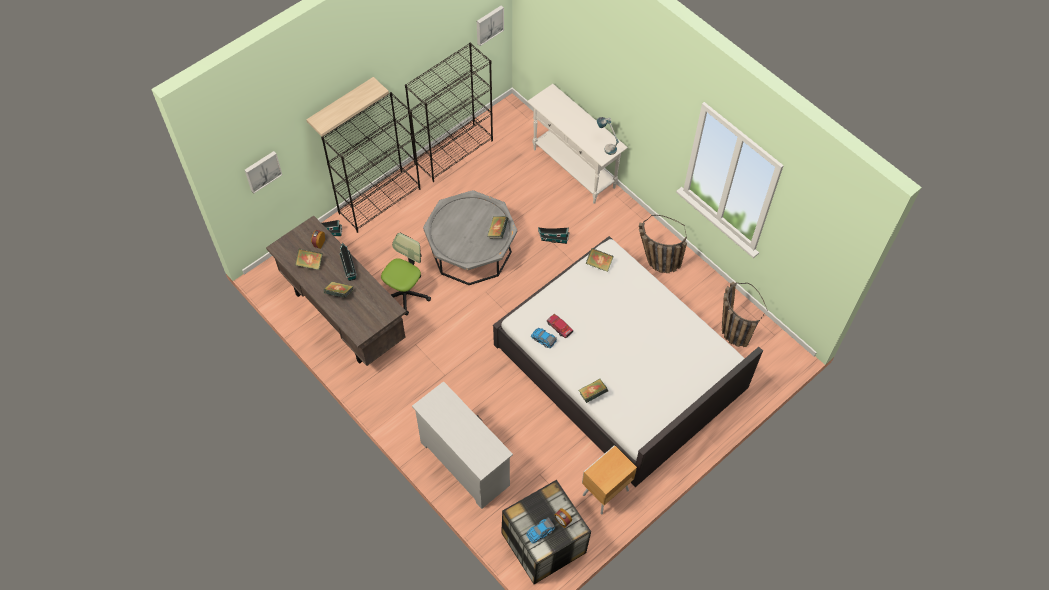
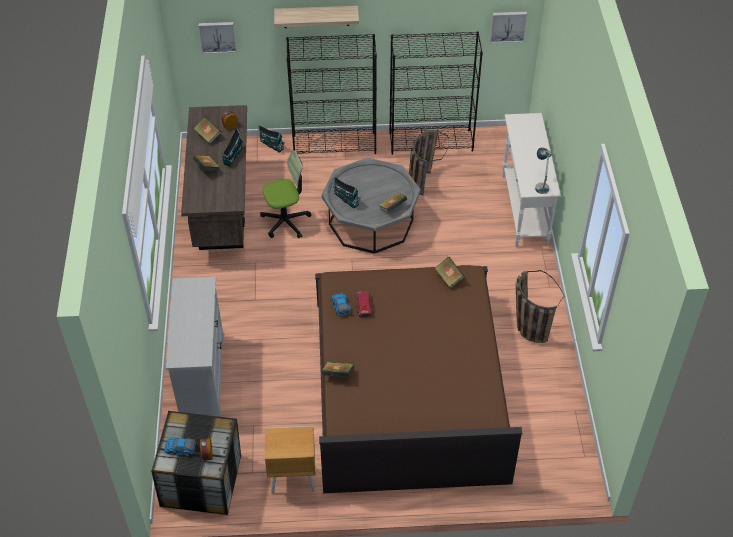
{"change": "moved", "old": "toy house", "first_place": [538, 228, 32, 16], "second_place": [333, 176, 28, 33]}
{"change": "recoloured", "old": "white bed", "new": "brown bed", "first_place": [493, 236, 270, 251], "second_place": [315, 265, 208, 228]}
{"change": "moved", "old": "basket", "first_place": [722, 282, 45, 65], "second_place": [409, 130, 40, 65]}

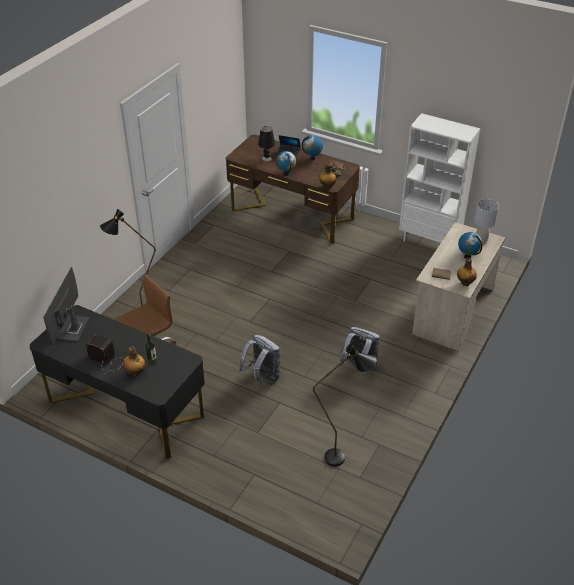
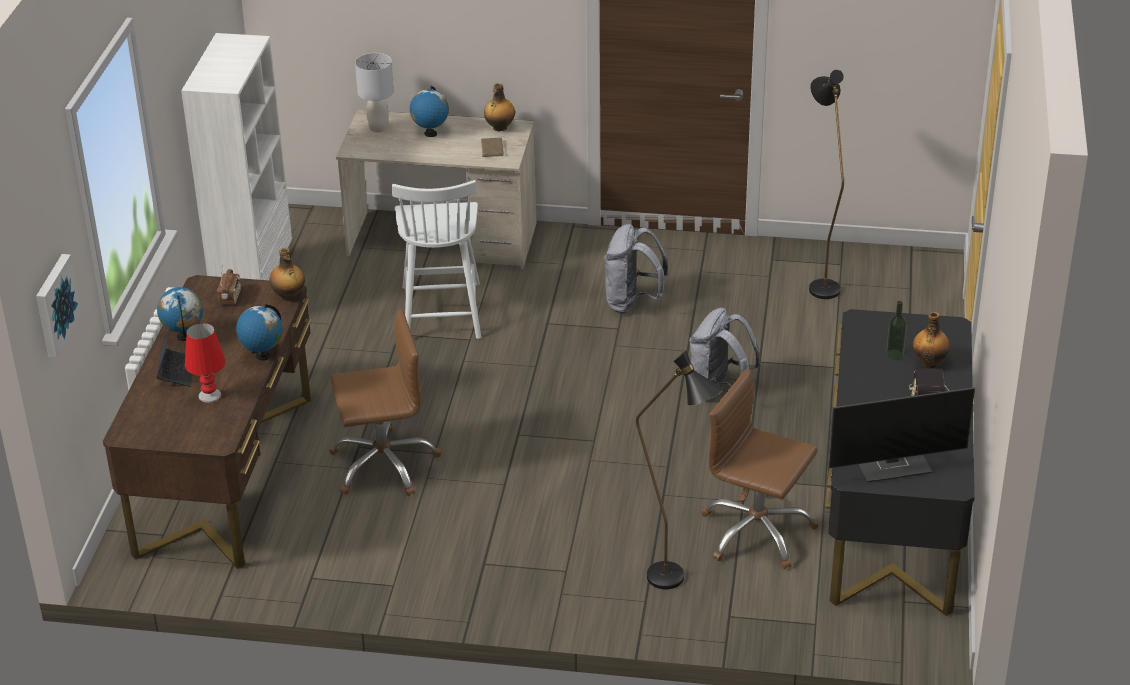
{"change": "recoloured", "old": "black table lamp", "new": "red table lamp", "first_place": [258, 126, 17, 36], "second_place": [185, 323, 41, 80]}
{"change": "added", "new": "white chair", "second_place": [392, 180, 89, 159]}
{"change": "added", "new": "picture", "second_place": [36, 254, 46, 104]}
{"change": "added", "new": "brown office chair", "second_place": [329, 309, 112, 187]}

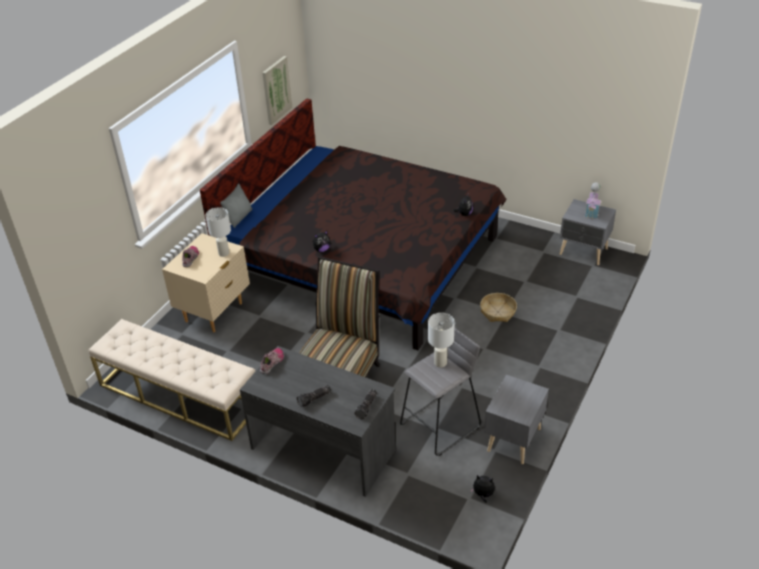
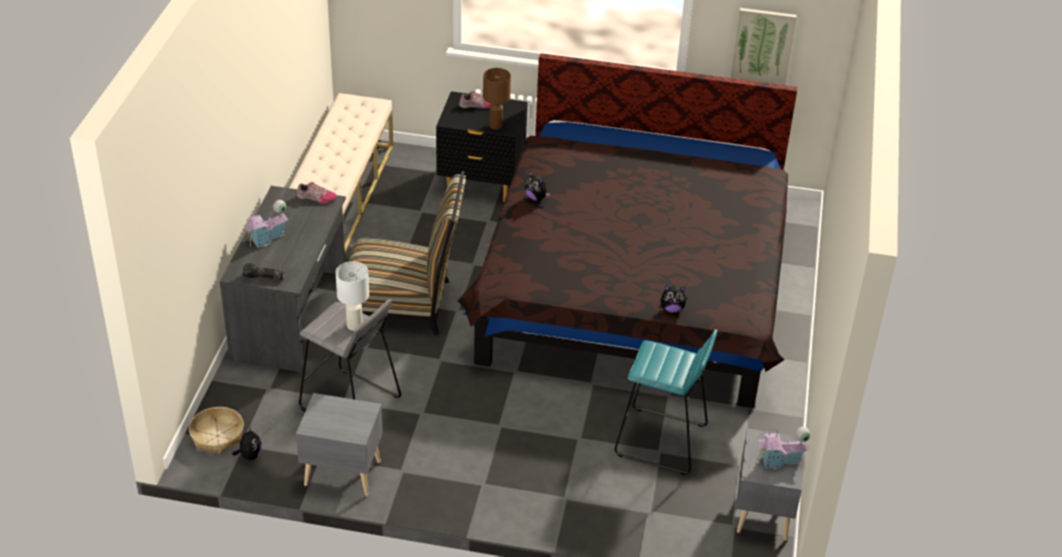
{"change": "removed", "old": "grey pillow", "first_place": [220, 183, 32, 45]}
{"change": "recoloured", "old": "white table lamp", "new": "brown table lamp", "first_place": [205, 207, 26, 50], "second_place": [483, 68, 28, 62]}
{"change": "recoloured", "old": "beige nightstand", "new": "black nightstand", "first_place": [162, 233, 88, 99], "second_place": [436, 91, 92, 111]}
{"change": "moved", "old": "basket", "first_place": [480, 293, 37, 29], "second_place": [189, 407, 55, 47]}
{"change": "replaced", "old": "flashlight", "new": "toy house", "first_place": [296, 385, 35, 22], "second_place": [244, 200, 44, 48]}
{"change": "added", "new": "turquoise stool", "second_place": [615, 329, 103, 146]}

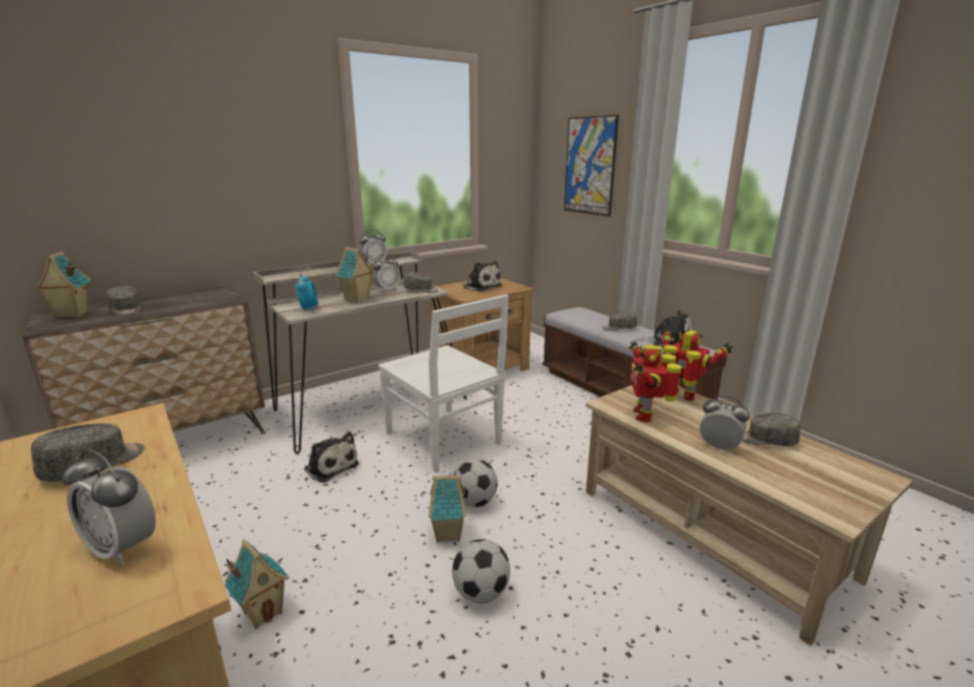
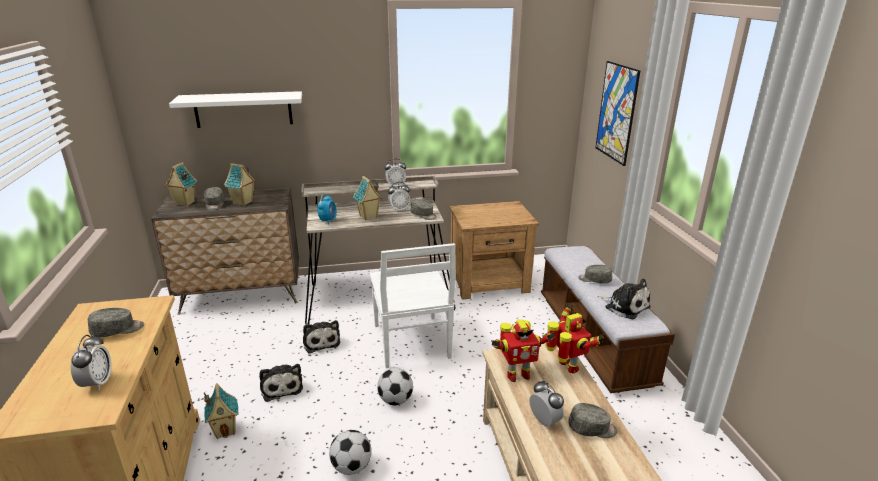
{"change": "moved", "old": "plush toy", "first_place": [461, 261, 41, 31], "second_place": [259, 364, 44, 38]}
{"change": "turned", "old": "toy robot", "first_place": [629, 341, 52, 81], "second_place": [491, 320, 64, 62], "degrees": -135}
{"change": "turned", "old": "grey cap", "first_place": [742, 413, 58, 33], "second_place": [569, 403, 49, 35], "degrees": 150}
{"change": "turned", "old": "alarm clock", "first_place": [62, 449, 94, 117], "second_place": [71, 335, 41, 55], "degrees": -150}
{"change": "moved", "old": "toy house", "first_place": [429, 472, 37, 71], "second_place": [224, 163, 31, 43]}
{"change": "added", "new": "white shelf", "second_place": [169, 91, 133, 37]}

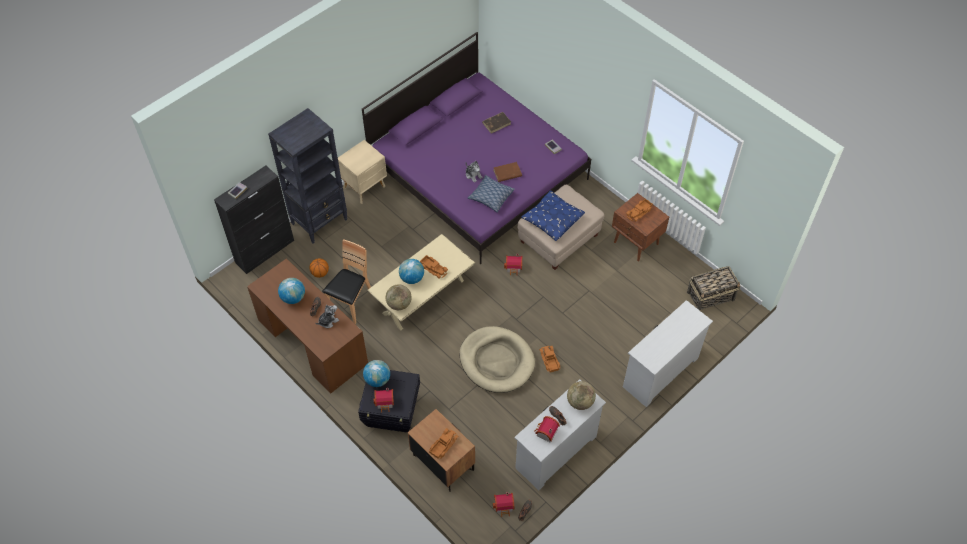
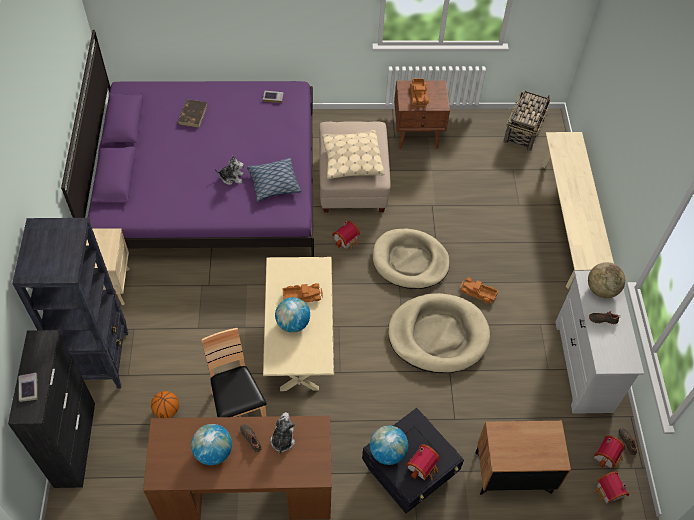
{"change": "removed", "old": "brown book", "first_place": [493, 162, 29, 20]}
{"change": "recoloured", "old": "blue pillow", "new": "beige pillow", "first_place": [521, 190, 64, 51], "second_place": [322, 130, 62, 49]}
{"change": "removed", "old": "globe", "first_place": [386, 284, 26, 26]}
{"change": "replaced", "old": "white dresser", "new": "beige bench", "first_place": [623, 300, 90, 107], "second_place": [541, 132, 73, 157]}
{"change": "moved", "old": "toy house", "first_place": [534, 416, 26, 27], "second_place": [594, 471, 35, 33]}
{"change": "removed", "old": "toy truck", "first_place": [429, 428, 30, 31]}
{"change": "added", "new": "beige dog bed", "second_place": [373, 229, 77, 60]}

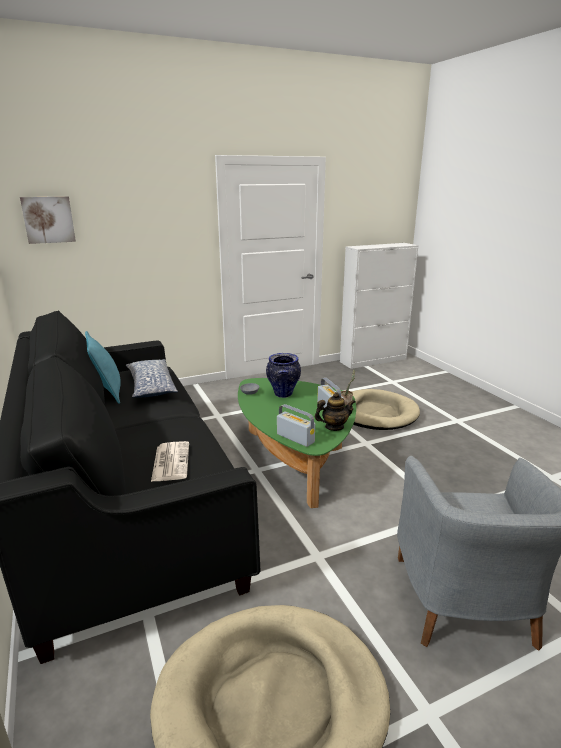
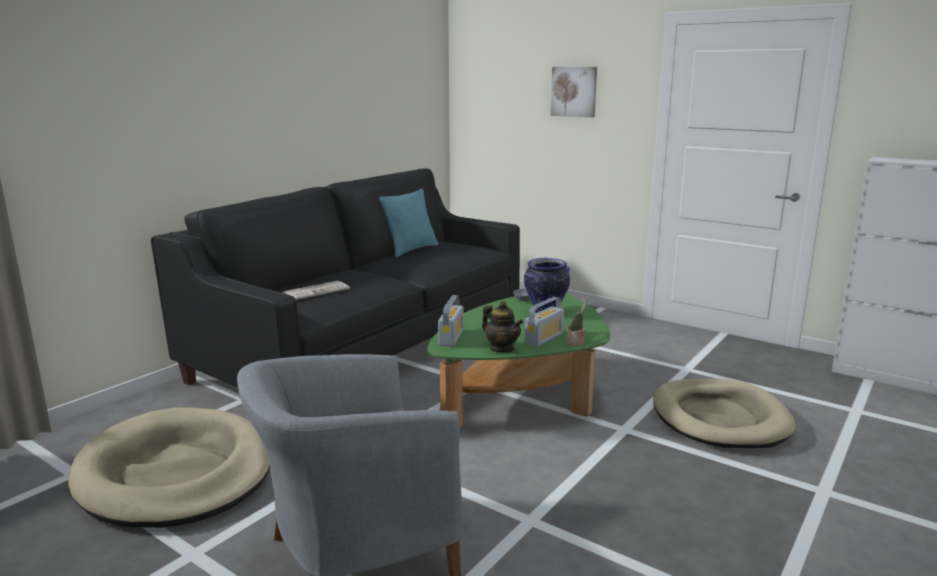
{"change": "moved", "old": "picture", "first_place": [20, 196, 56, 48], "second_place": [550, 67, 47, 50]}
{"change": "removed", "old": "pillow", "first_place": [126, 359, 52, 39]}

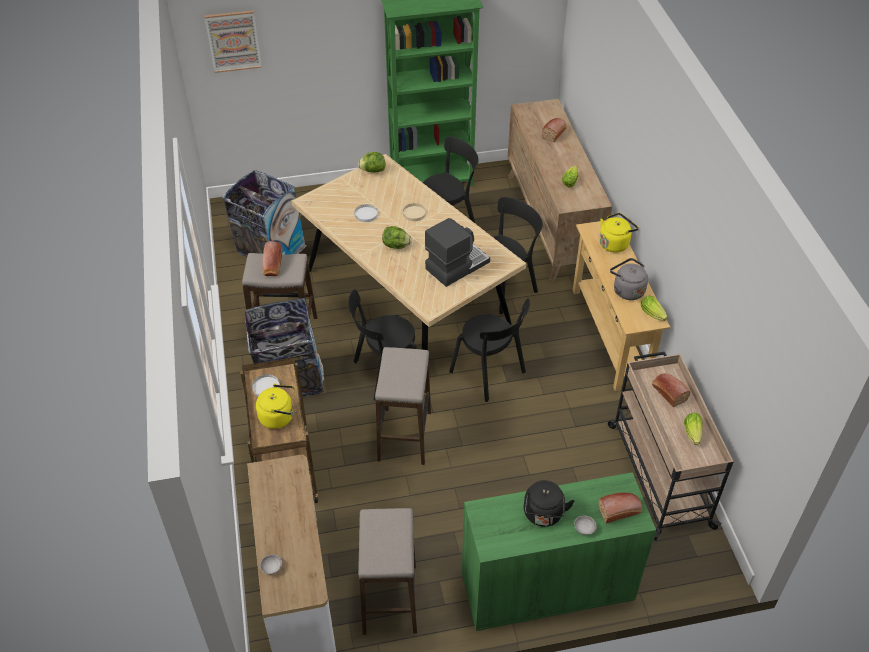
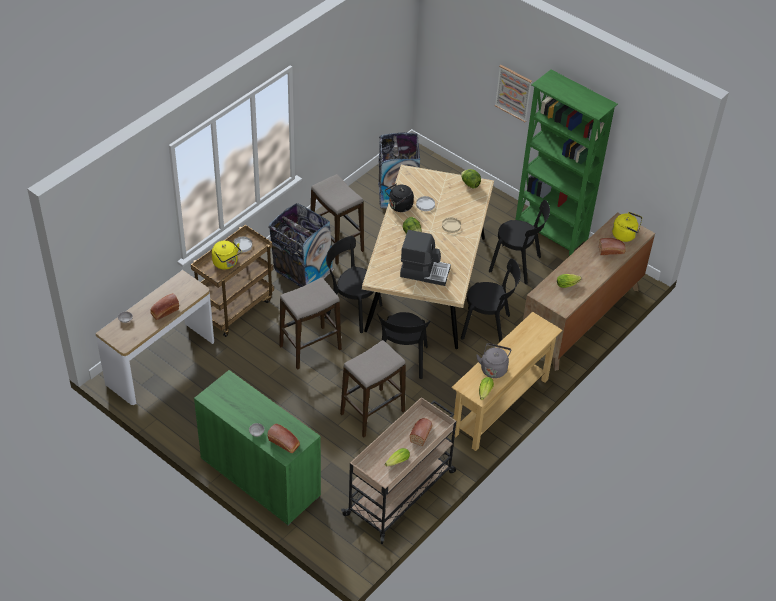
{"change": "moved", "old": "picture", "first_place": [204, 10, 58, 63], "second_place": [495, 65, 37, 57]}
{"change": "moved", "old": "yellow kettle", "first_place": [599, 213, 40, 40], "second_place": [612, 212, 30, 30]}
{"change": "moved", "old": "bread", "first_place": [263, 241, 20, 35], "second_place": [150, 293, 29, 27]}
{"change": "moved", "old": "black kettle", "first_place": [524, 480, 50, 47], "second_place": [385, 184, 29, 28]}
{"change": "moved", "old": "stool", "first_place": [358, 508, 59, 127], "second_place": [340, 340, 66, 97]}

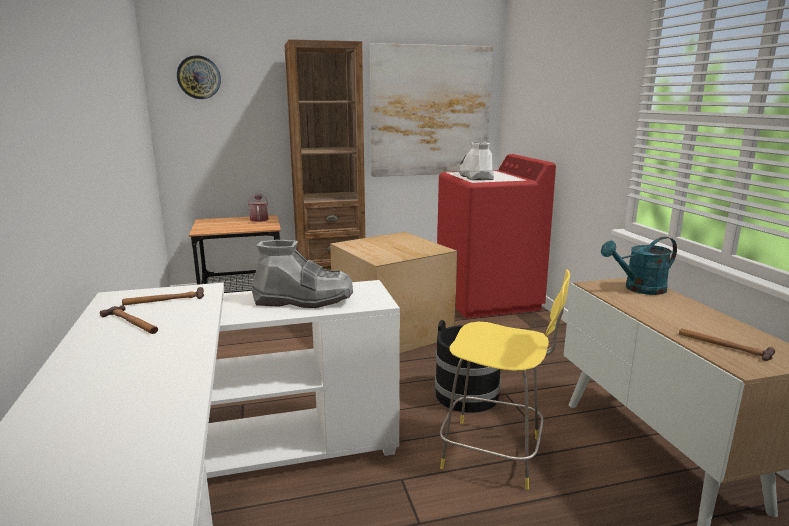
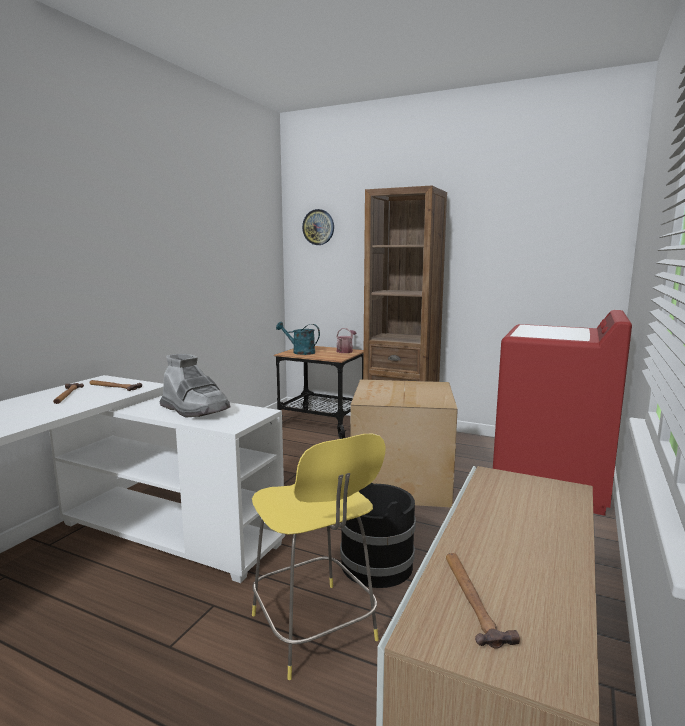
{"change": "removed", "old": "picture", "first_place": [370, 43, 123, 134]}
{"change": "removed", "old": "white boot", "first_place": [459, 142, 35, 38]}
{"change": "moved", "old": "turquoise watering can", "first_place": [601, 237, 76, 58], "second_place": [276, 322, 44, 33]}

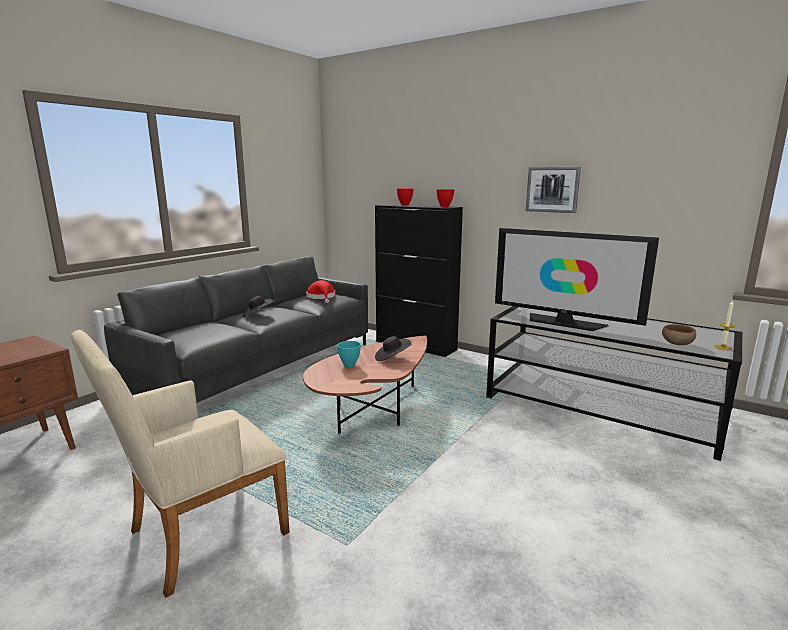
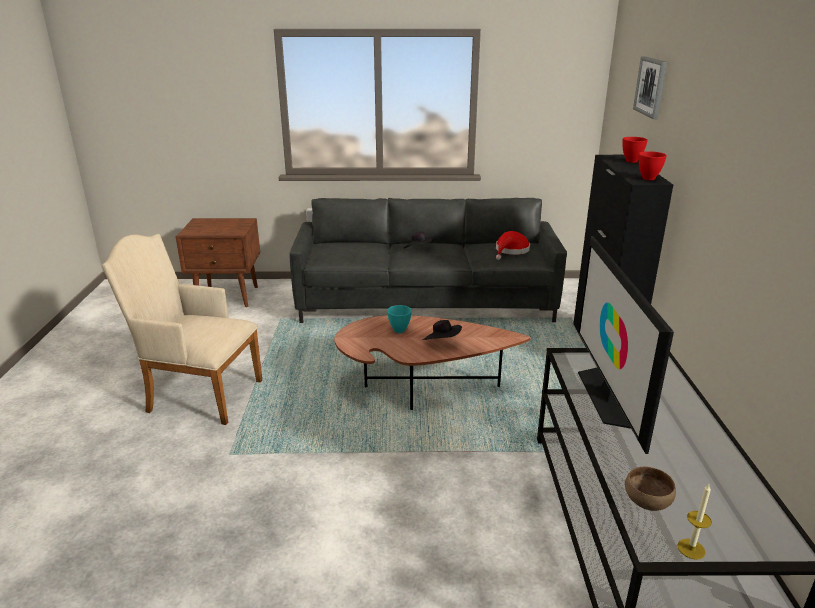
{"change": "moved", "old": "picture", "first_place": [526, 167, 55, 46], "second_place": [633, 56, 34, 63]}

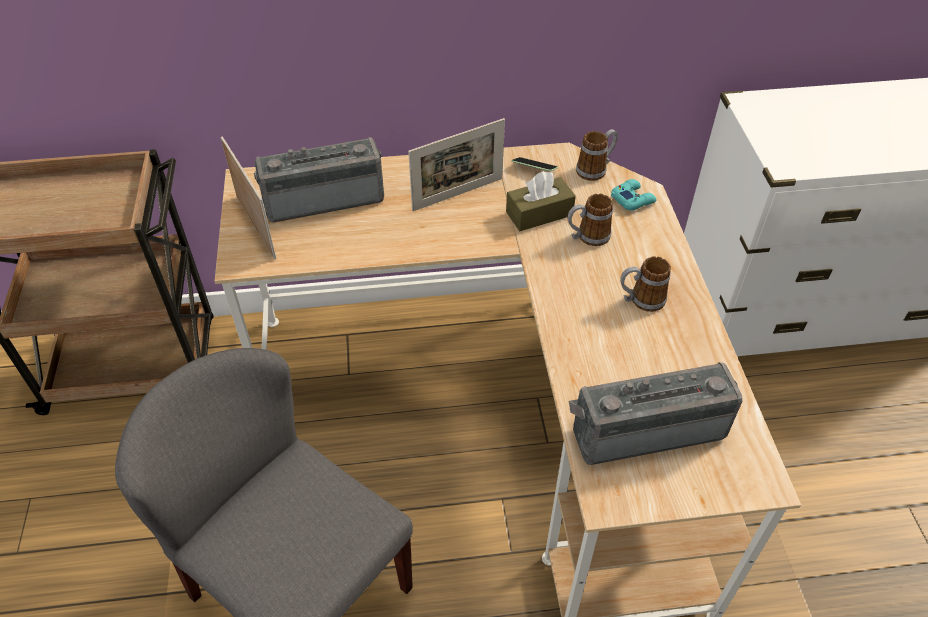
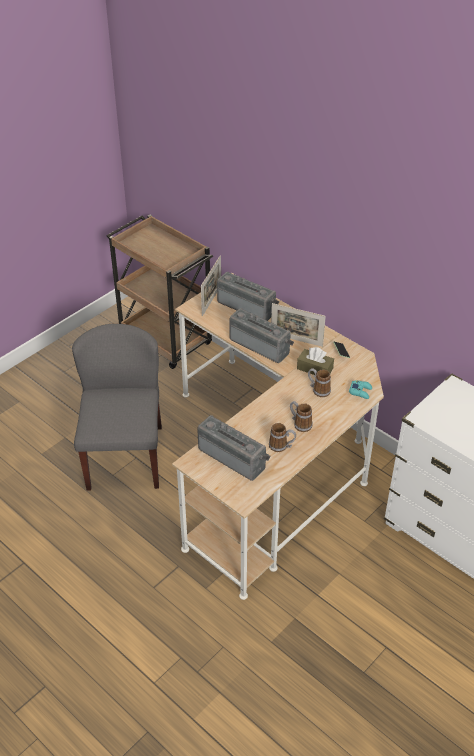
{"change": "moved", "old": "mug", "first_place": [576, 129, 42, 52], "second_place": [269, 423, 27, 29]}
{"change": "added", "new": "radio", "second_place": [229, 308, 65, 55]}

